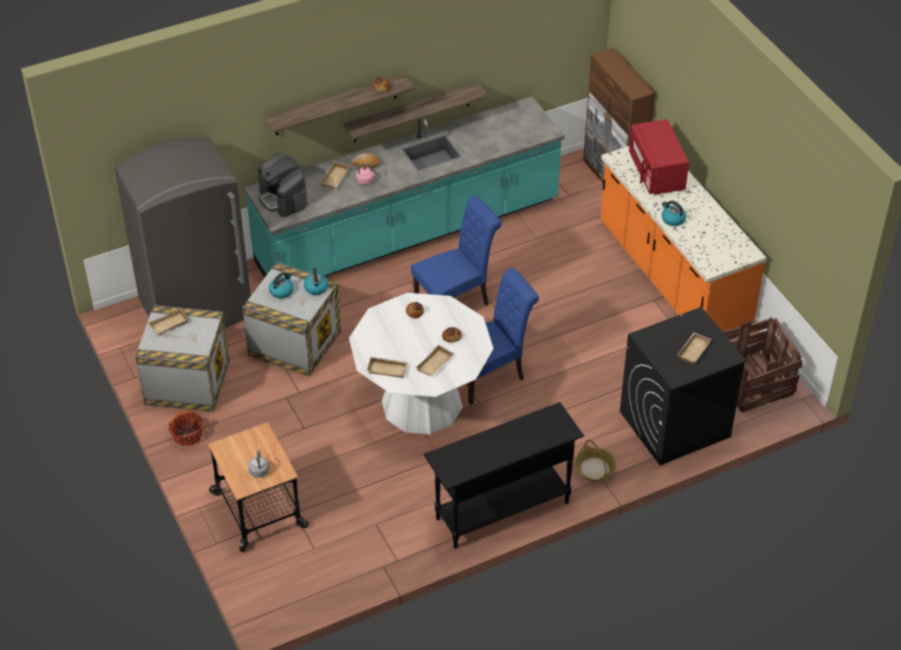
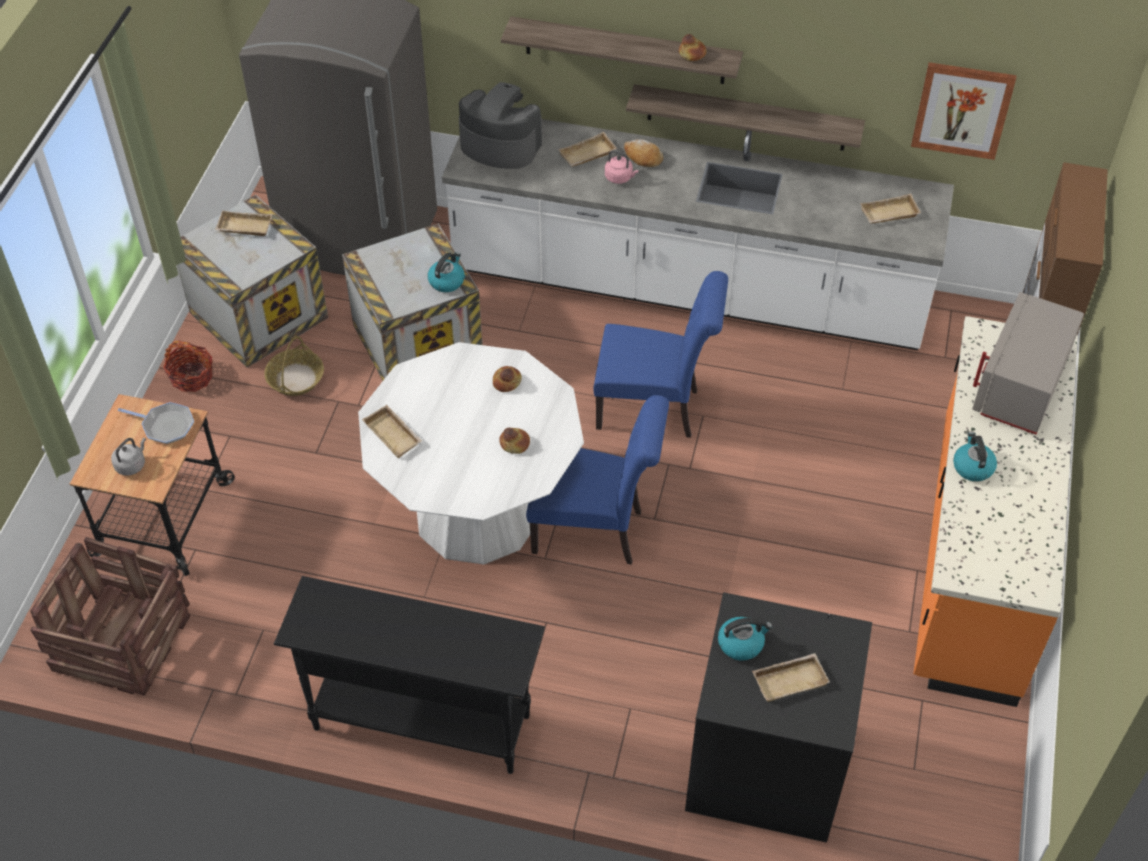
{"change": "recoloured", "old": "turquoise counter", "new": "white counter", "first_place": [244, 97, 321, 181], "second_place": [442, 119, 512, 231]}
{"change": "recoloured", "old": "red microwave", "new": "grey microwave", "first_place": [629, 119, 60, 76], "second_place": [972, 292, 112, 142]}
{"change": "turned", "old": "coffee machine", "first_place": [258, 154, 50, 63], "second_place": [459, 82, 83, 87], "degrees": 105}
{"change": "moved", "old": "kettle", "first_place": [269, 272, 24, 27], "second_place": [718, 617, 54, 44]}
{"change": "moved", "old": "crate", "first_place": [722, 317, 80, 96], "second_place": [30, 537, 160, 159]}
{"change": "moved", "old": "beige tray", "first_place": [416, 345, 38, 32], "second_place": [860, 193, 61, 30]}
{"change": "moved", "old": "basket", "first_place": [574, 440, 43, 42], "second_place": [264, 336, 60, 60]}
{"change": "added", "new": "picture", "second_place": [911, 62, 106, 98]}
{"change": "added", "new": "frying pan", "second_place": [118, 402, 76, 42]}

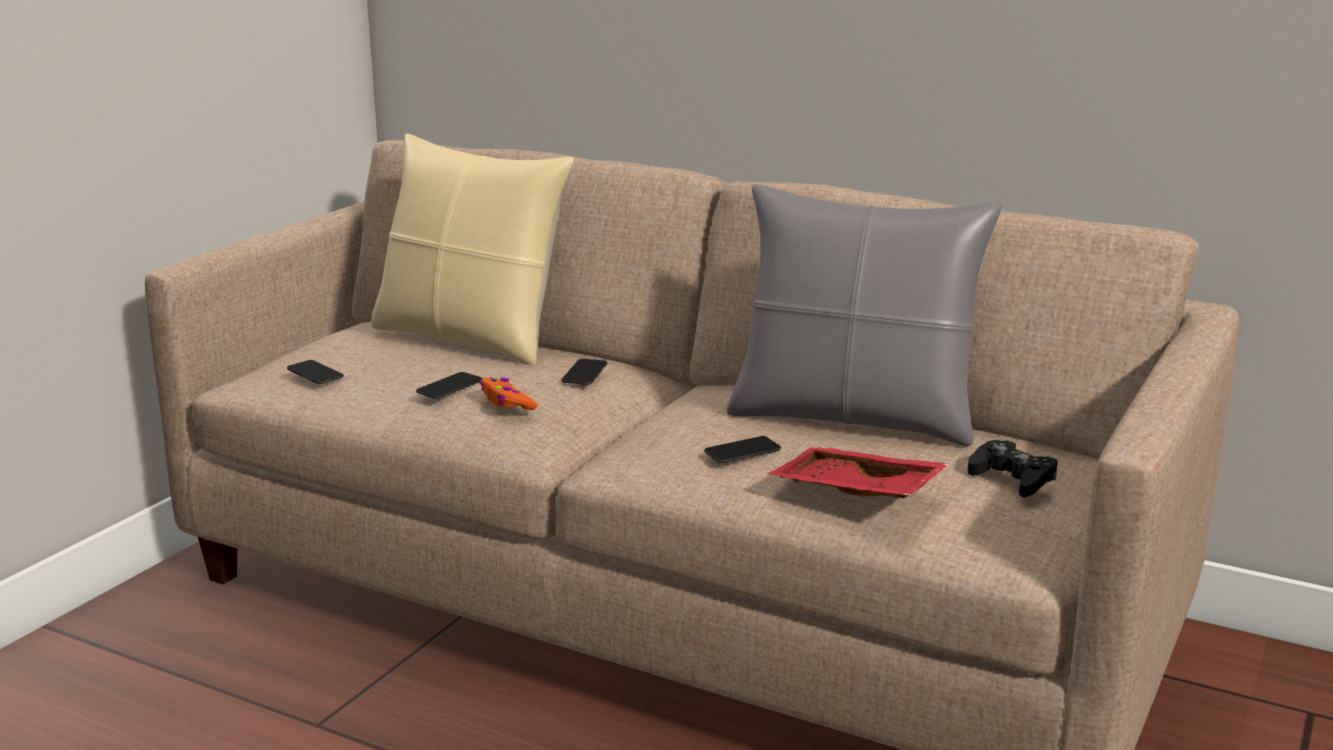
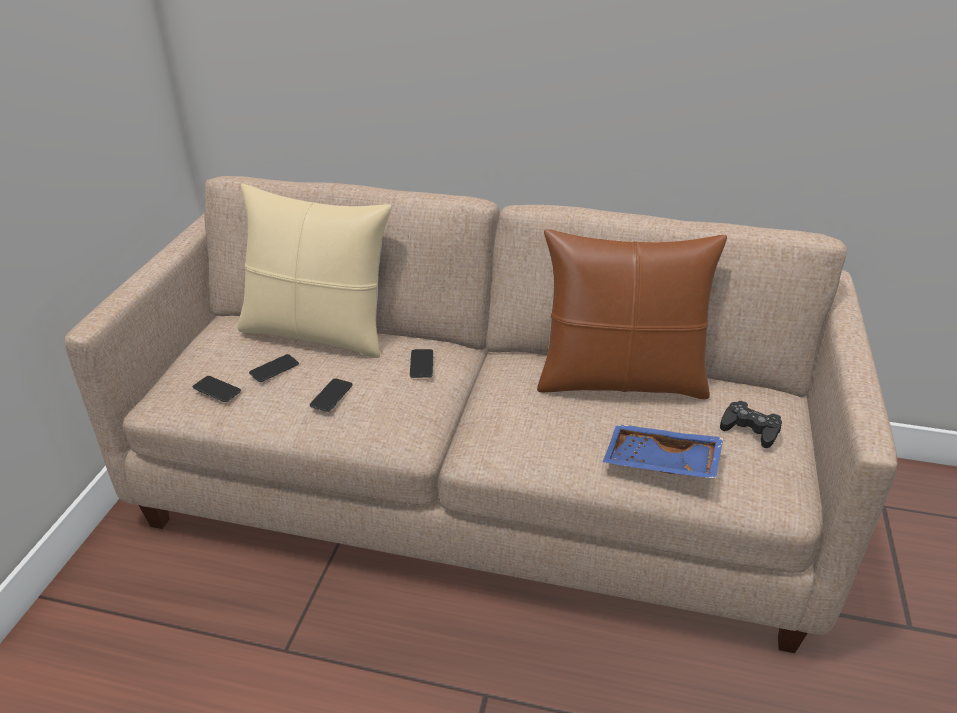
{"change": "recoloured", "old": "grey pillow", "new": "brown pillow", "first_place": [727, 184, 275, 262], "second_place": [537, 229, 190, 170]}
{"change": "removed", "old": "orange game controller", "first_place": [480, 377, 57, 33]}
{"change": "moved", "old": "phone", "first_place": [704, 436, 77, 27], "second_place": [249, 354, 50, 28]}
{"change": "recoloured", "old": "red tray", "new": "blue tray", "first_place": [767, 446, 183, 52], "second_place": [603, 424, 120, 55]}

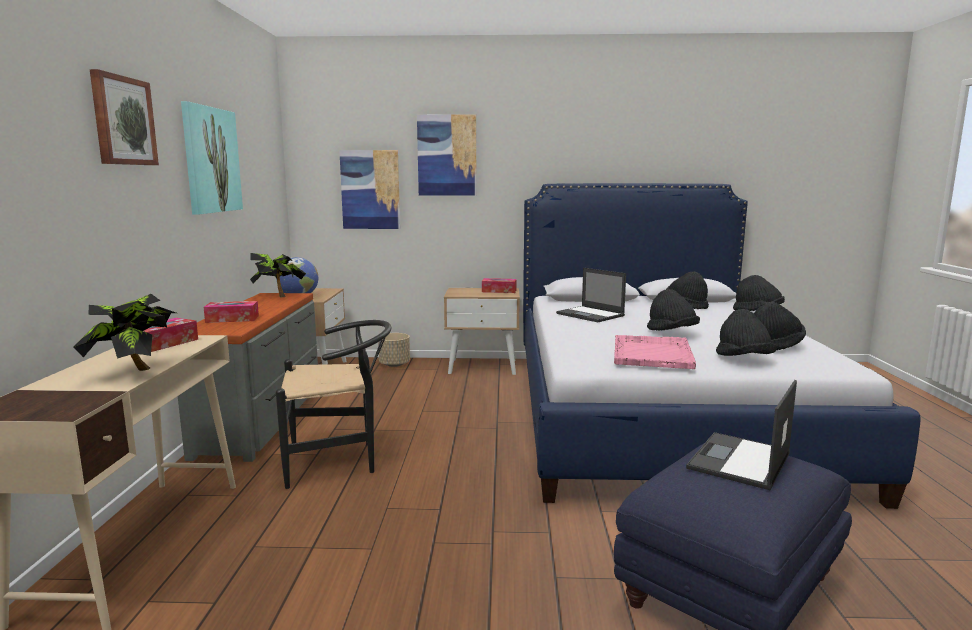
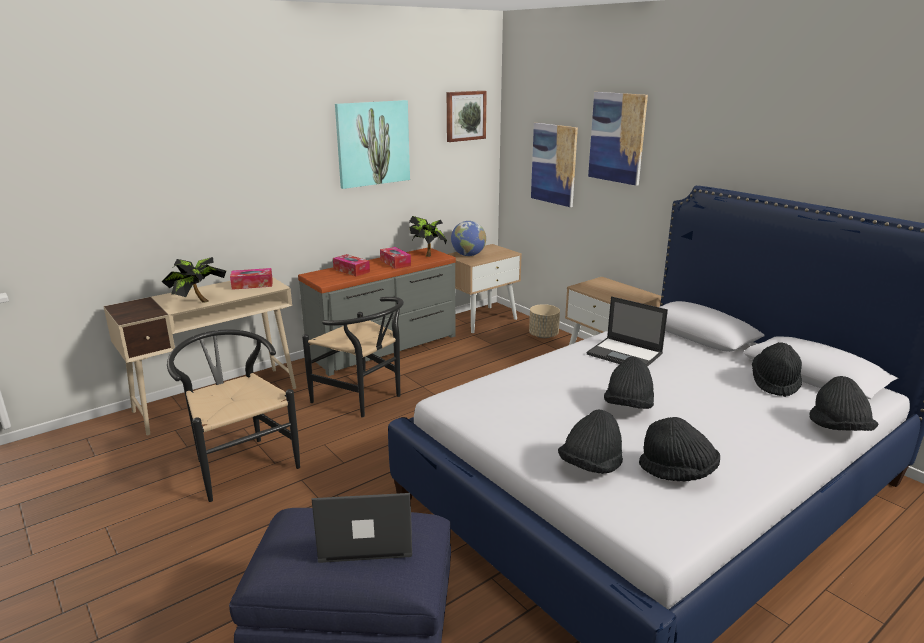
{"change": "moved", "old": "picture", "first_place": [90, 69, 69, 96], "second_place": [447, 91, 40, 51]}
{"change": "turned", "old": "laptop", "first_place": [556, 268, 70, 54], "second_place": [587, 296, 81, 71], "degrees": -60}
{"change": "moved", "old": "tissue box", "first_place": [482, 278, 35, 15], "second_place": [380, 247, 31, 22]}
{"change": "removed", "old": "pink tray", "first_place": [614, 335, 82, 34]}
{"change": "added", "new": "black chair", "second_place": [167, 329, 133, 173]}

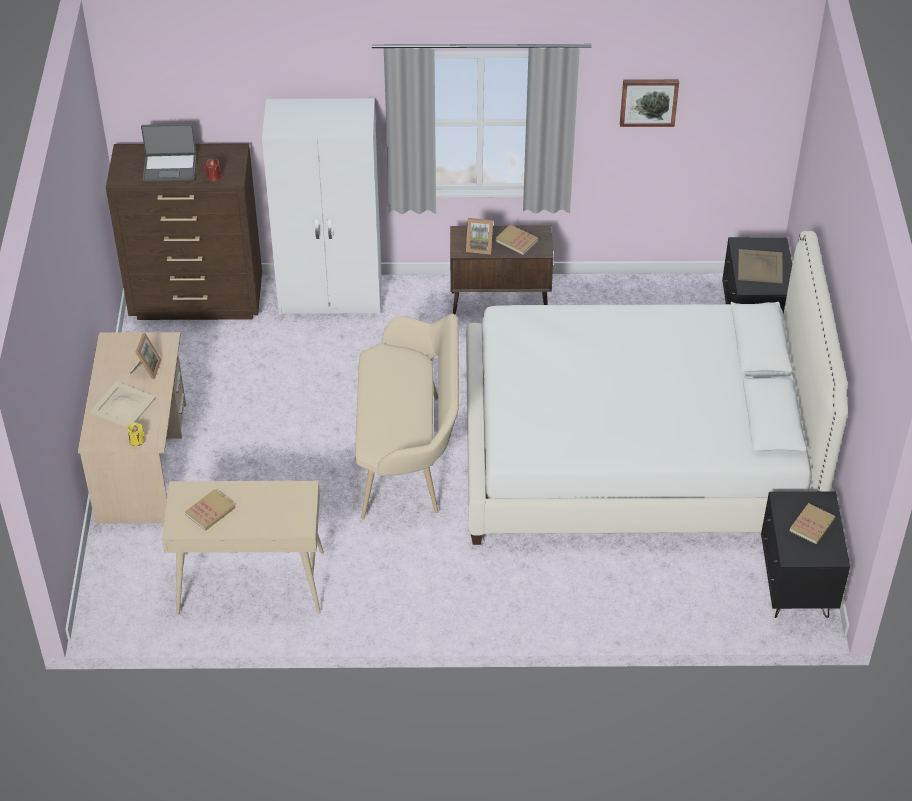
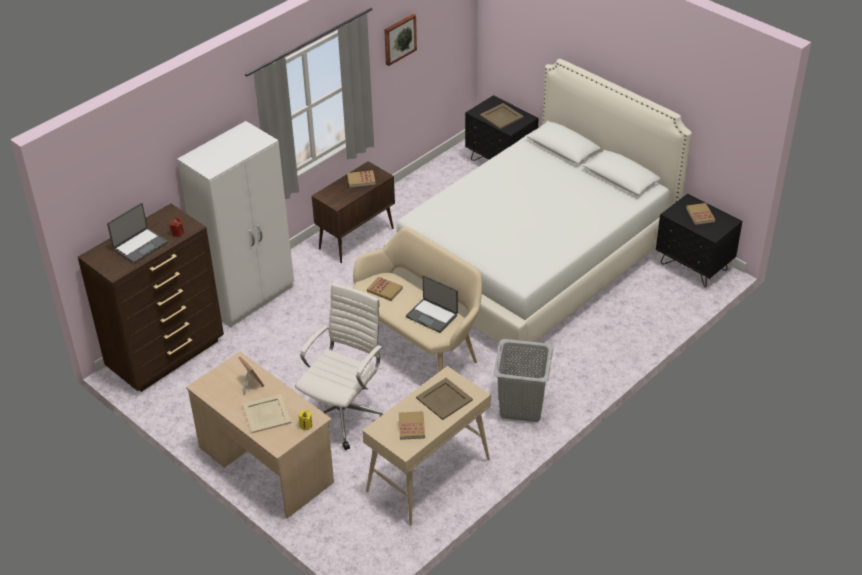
{"change": "removed", "old": "picture frame", "first_place": [466, 218, 27, 36]}
{"change": "added", "new": "laptop", "second_place": [406, 275, 52, 58]}
{"change": "added", "new": "book", "second_place": [367, 277, 36, 24]}
{"change": "added", "new": "white office chair", "second_place": [295, 283, 88, 167]}
{"change": "added", "new": "grey laundry basket", "second_place": [493, 339, 61, 83]}
{"change": "added", "new": "beige tray", "second_place": [416, 378, 57, 42]}

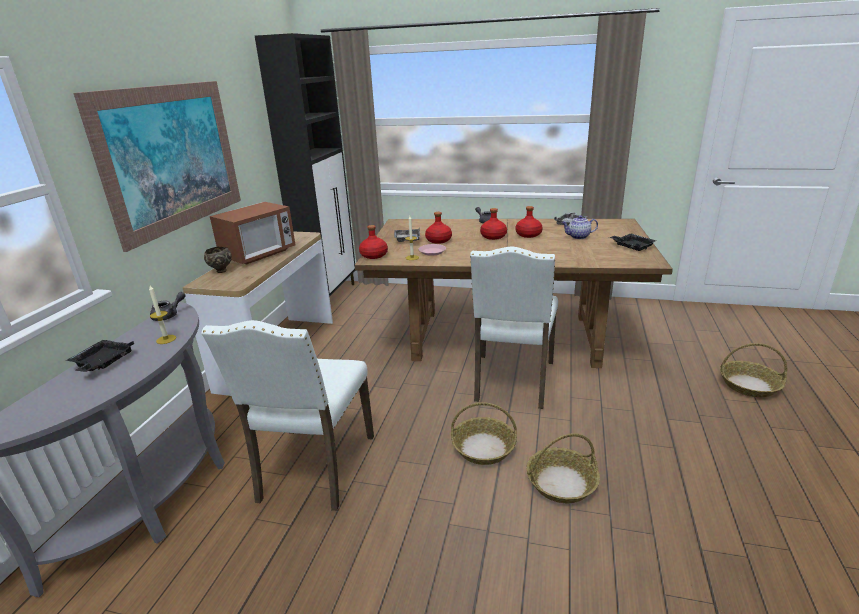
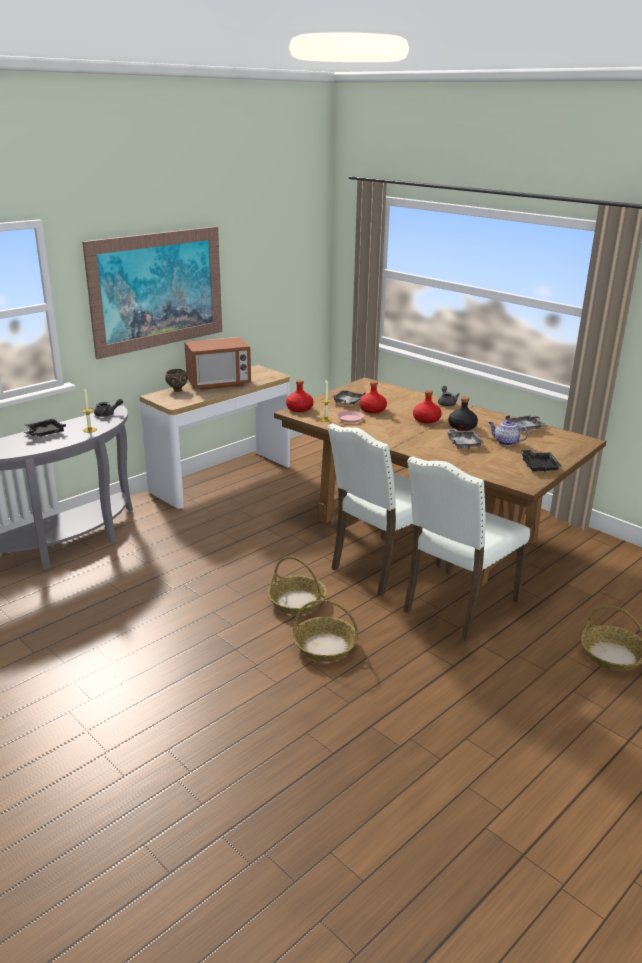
{"change": "removed", "old": "black cabinet", "first_place": [255, 33, 100, 264]}
{"change": "recoloured", "old": "red bottle", "new": "black bottle", "first_place": [515, 206, 28, 32], "second_place": [448, 397, 30, 34]}
{"change": "moved", "old": "white chair", "first_place": [201, 320, 173, 191], "second_place": [403, 456, 127, 185]}
{"change": "added", "new": "grey tray", "second_place": [447, 429, 37, 20]}

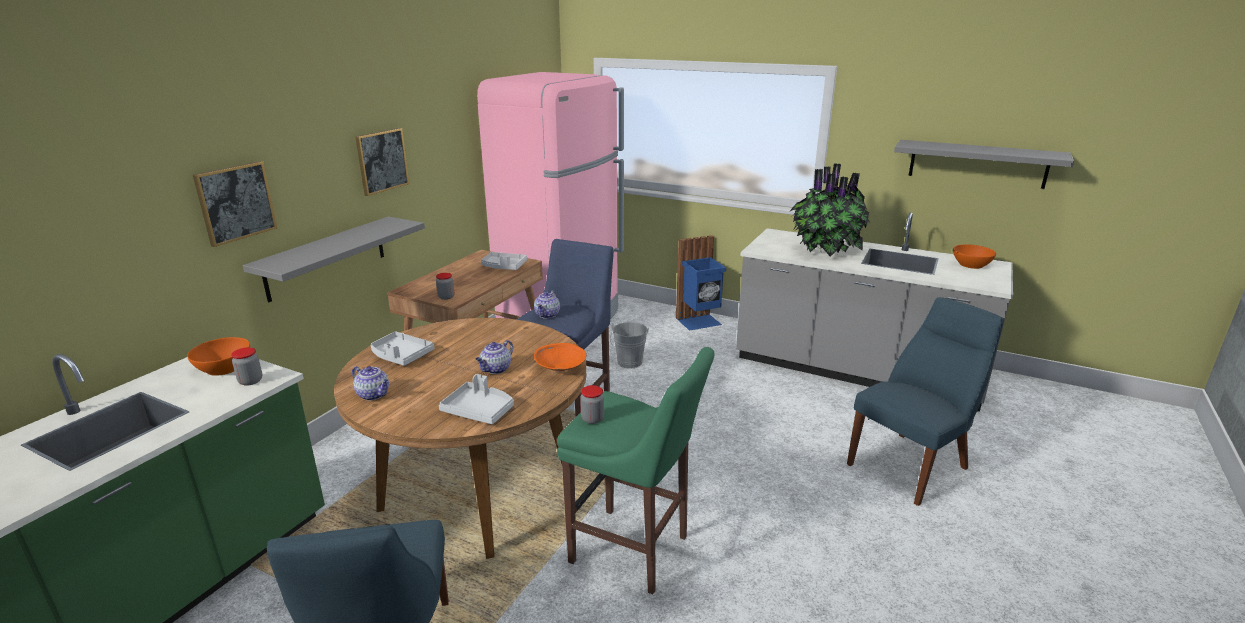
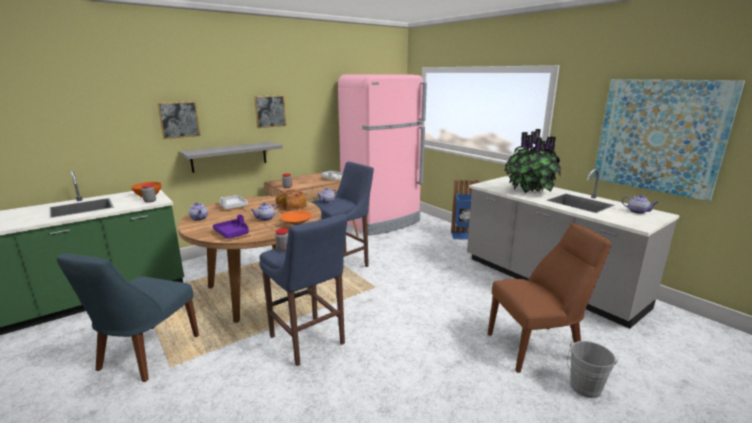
{"change": "replaced", "old": "grey shelf", "new": "picture", "first_place": [894, 140, 180, 49], "second_place": [593, 79, 152, 122]}
{"change": "replaced", "old": "orange bowl", "new": "teapot", "first_place": [953, 244, 43, 25], "second_place": [622, 195, 37, 19]}
{"change": "recoloured", "old": "blue chair", "new": "brown chair", "first_place": [847, 297, 157, 209], "second_place": [488, 223, 123, 150]}
{"change": "moved", "old": "grey bucket", "first_place": [610, 322, 39, 47], "second_place": [567, 341, 51, 57]}
{"change": "recoloured", "old": "green stool", "new": "blue stool", "first_place": [557, 347, 158, 247], "second_place": [259, 214, 88, 152]}
{"change": "recoloured", "old": "grey tray", "new": "purple tray", "first_place": [439, 374, 75, 50], "second_place": [213, 214, 36, 25]}
{"change": "added", "new": "bread", "second_place": [275, 189, 32, 22]}

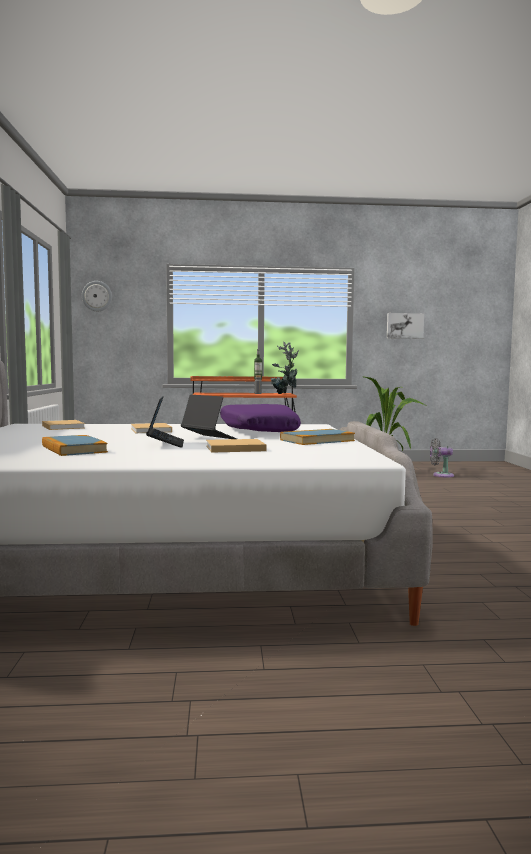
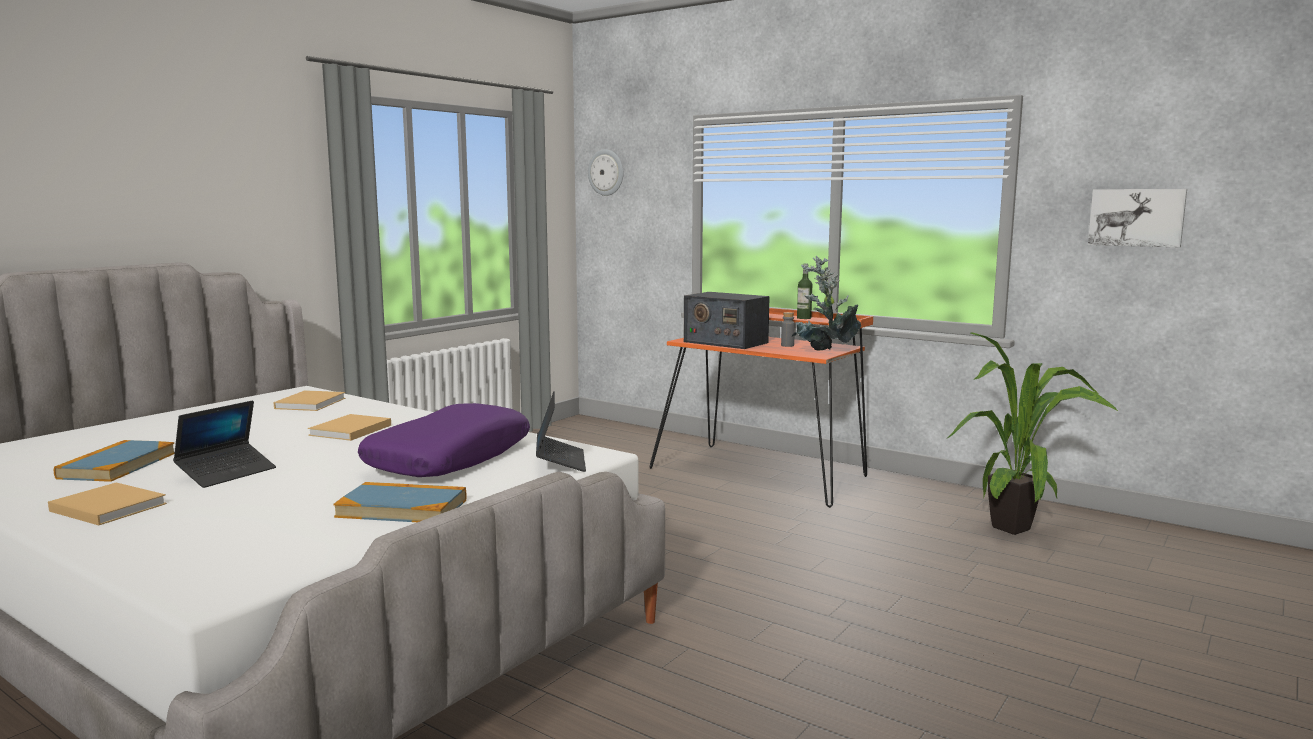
{"change": "moved", "old": "laptop", "first_place": [181, 395, 56, 44], "second_place": [536, 391, 50, 81]}
{"change": "removed", "old": "grey fan", "first_place": [430, 438, 24, 40]}
{"change": "moved", "old": "beige book", "first_place": [206, 439, 60, 14], "second_place": [48, 482, 119, 43]}
{"change": "added", "new": "radio", "second_place": [684, 292, 86, 57]}

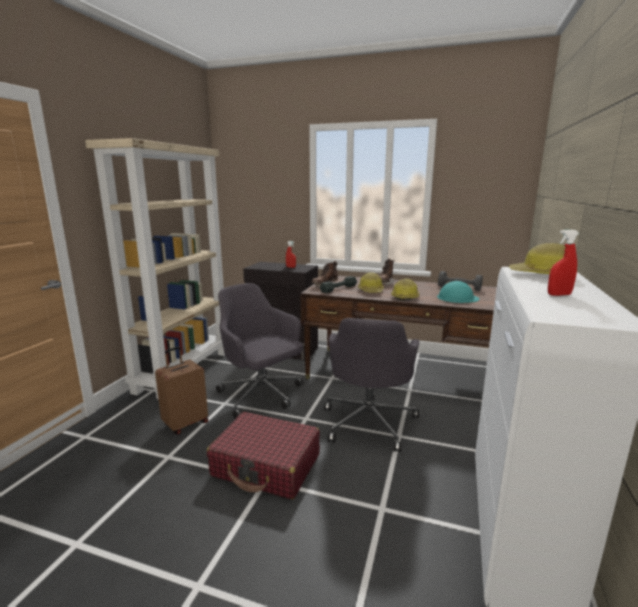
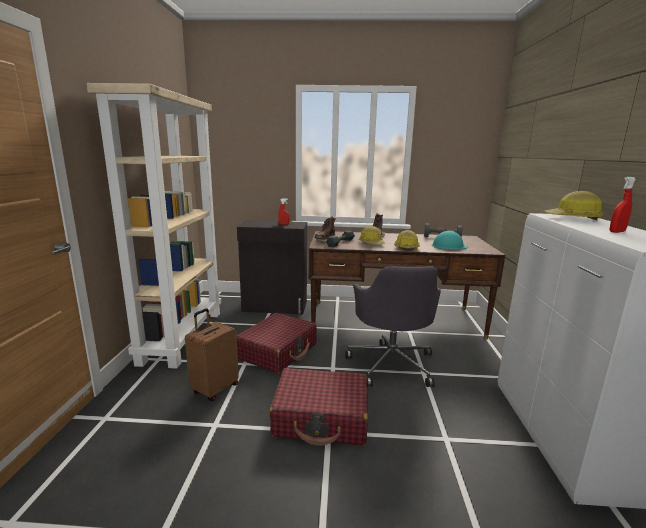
{"change": "replaced", "old": "grey office chair", "new": "red suitcase", "first_place": [216, 283, 88, 136], "second_place": [237, 313, 80, 60]}

